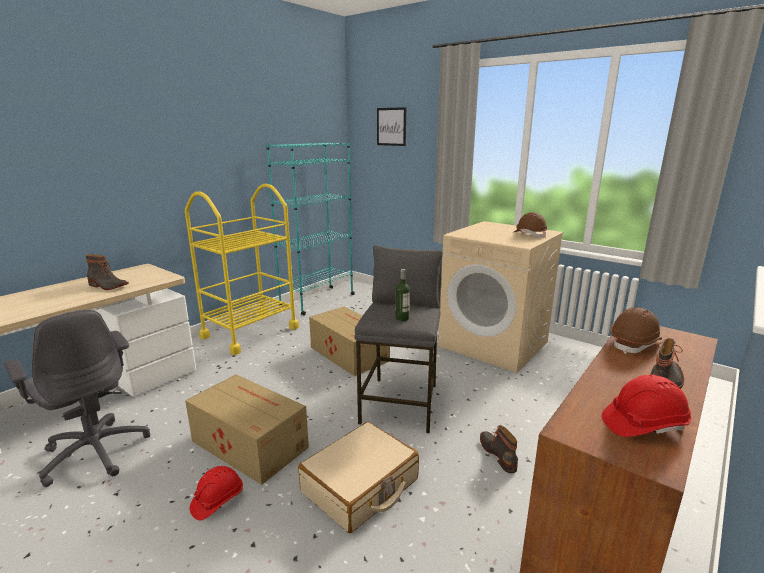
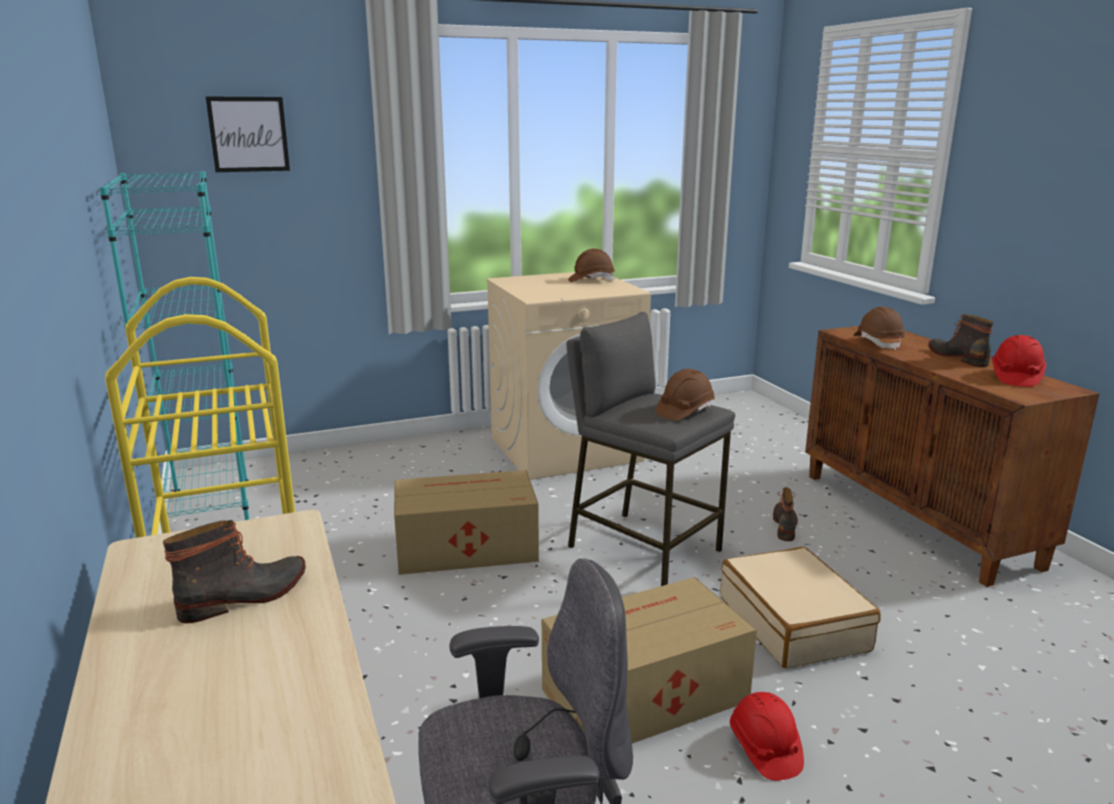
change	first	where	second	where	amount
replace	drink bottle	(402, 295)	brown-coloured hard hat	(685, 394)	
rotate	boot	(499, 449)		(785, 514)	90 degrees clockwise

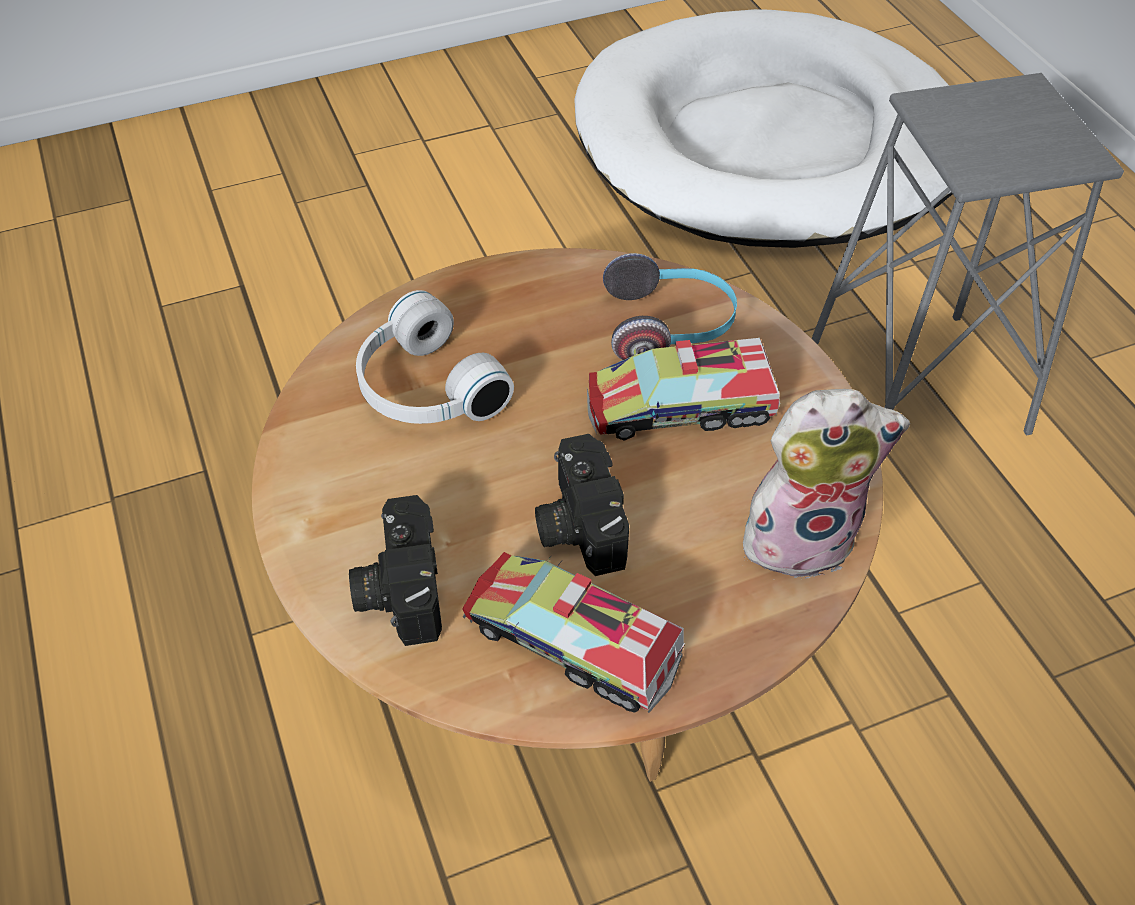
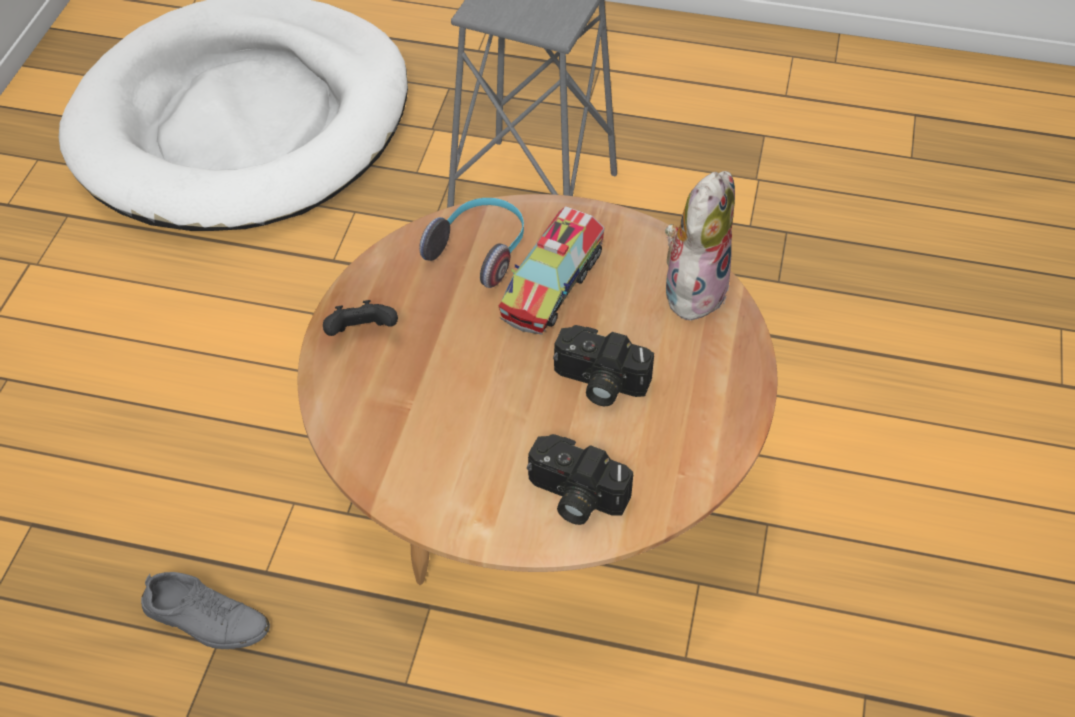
change	first	where	second	where	amount
delete	whitish pair of headphones	(435, 357)			
delete	toy lorry	(573, 632)			
insert			greyish low shoe	(205, 610)	
insert			blackish joypad	(360, 318)	

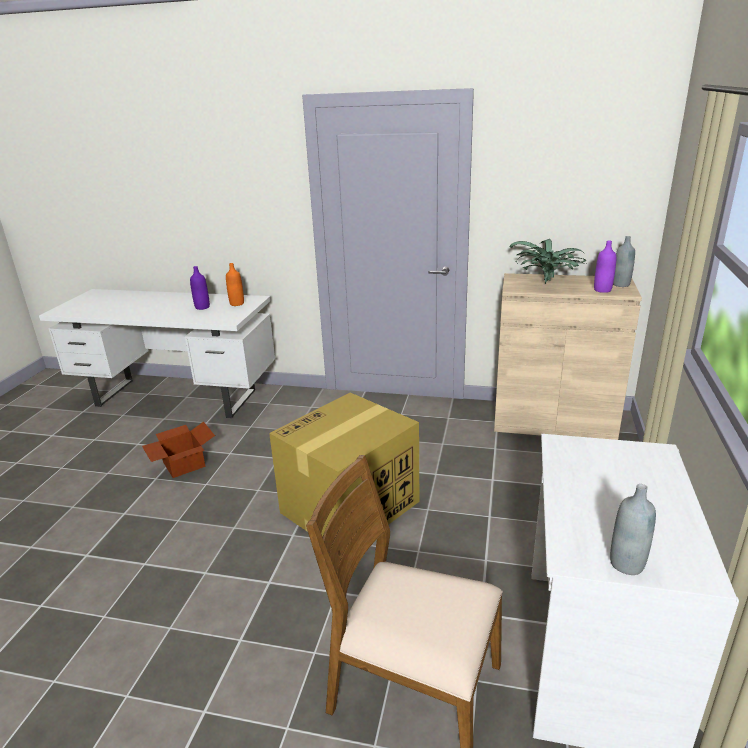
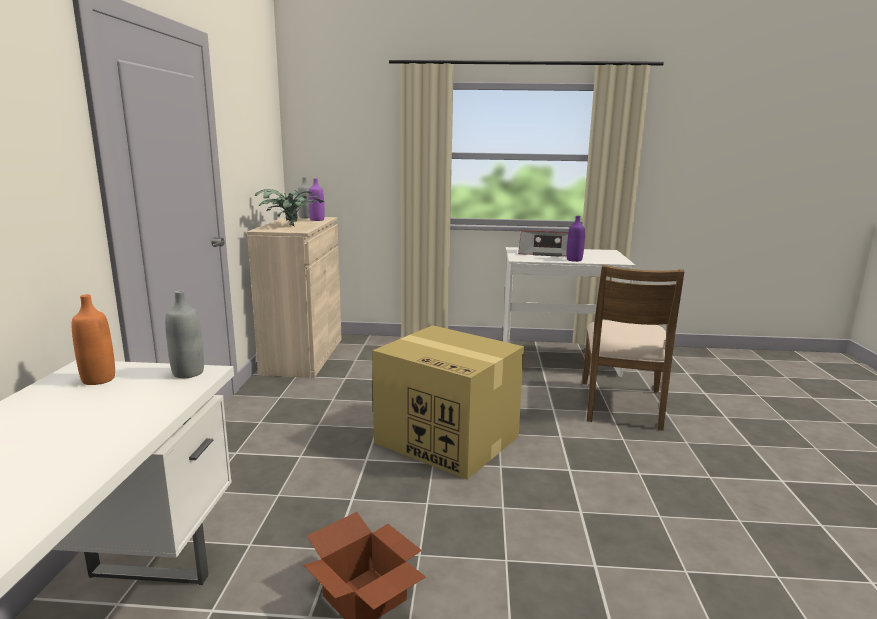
change	first	where	second	where	amount
insert			radio set	(543, 244)	
move	purple-coloured drink bottle	(200, 288)		(576, 239)	
move	greyish drink bottle	(633, 529)		(184, 334)	

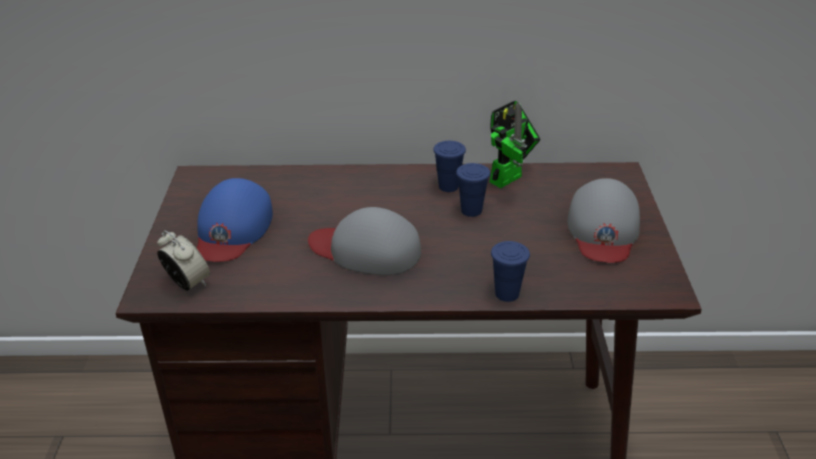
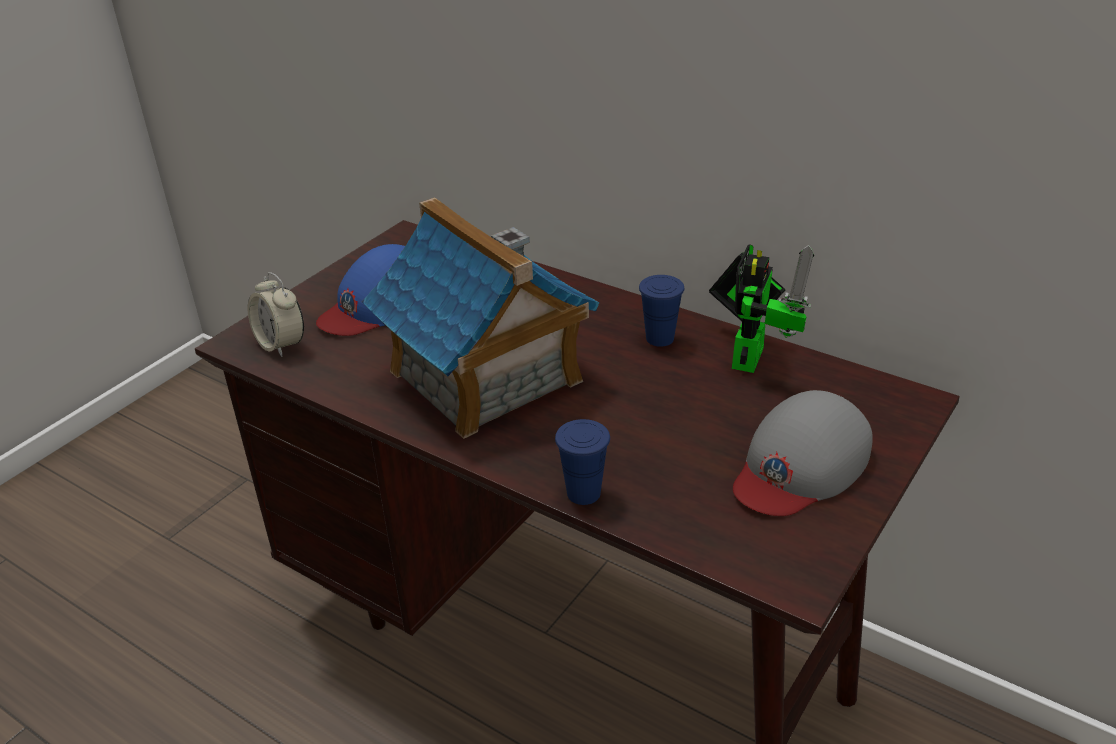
change	first	where	second	where	amount
delete	blue drinking cup	(473, 190)			
replace	greyish peaked cap	(364, 241)	miniature house	(480, 318)	
rotate	bedside clock	(183, 260)		(276, 314)	150 degrees clockwise
rotate	robot figure	(515, 144)		(761, 308)	60 degrees counterclockwise

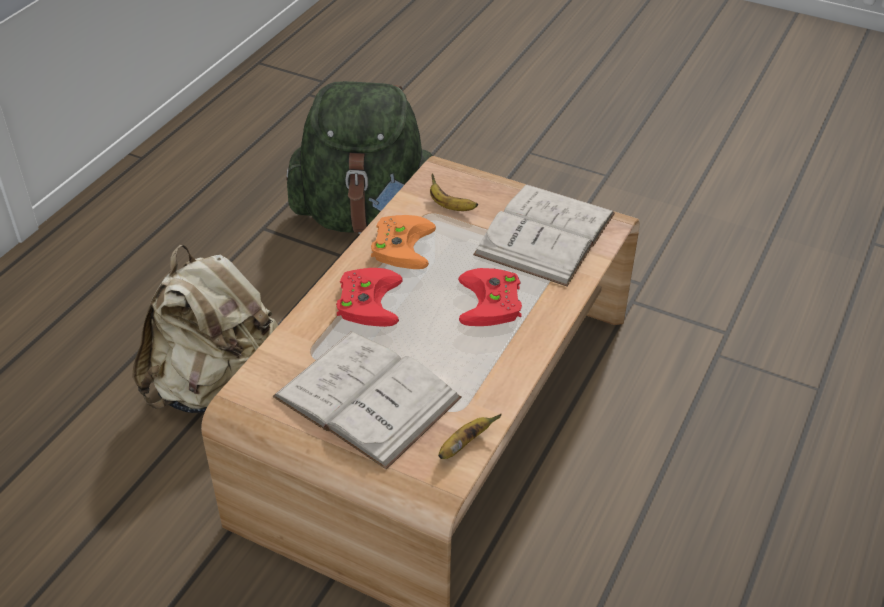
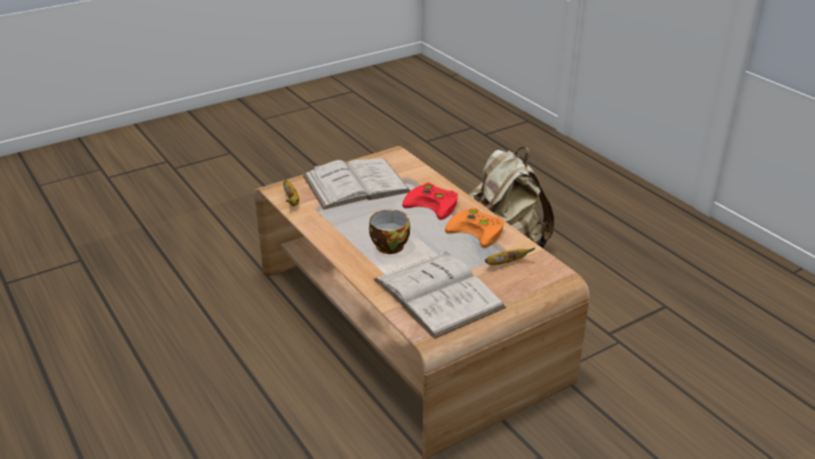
change	first	where	second	where	amount
delete	greenish backpack	(359, 157)			
replace	red-coloured joypad	(490, 297)	drinking cup	(389, 232)	

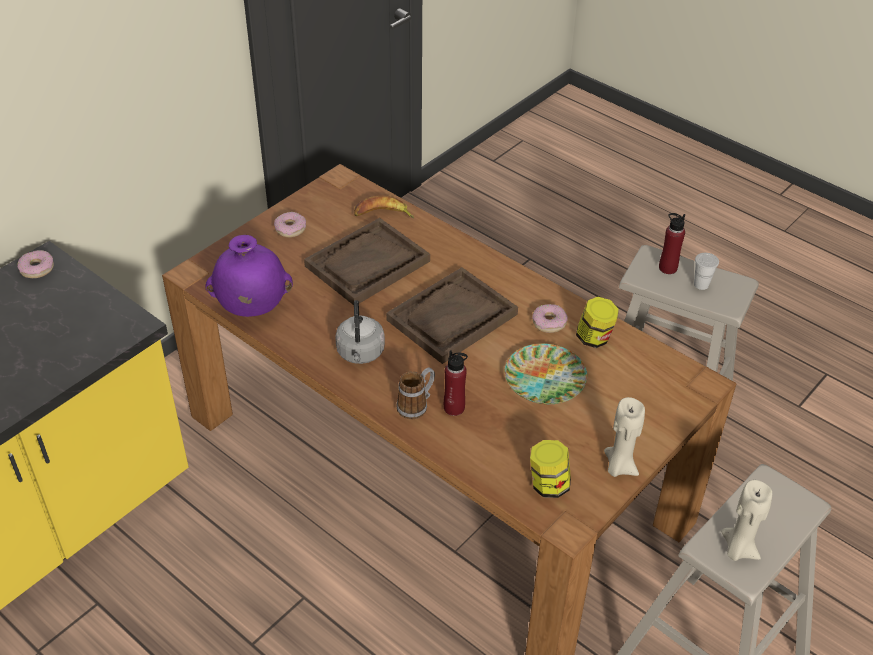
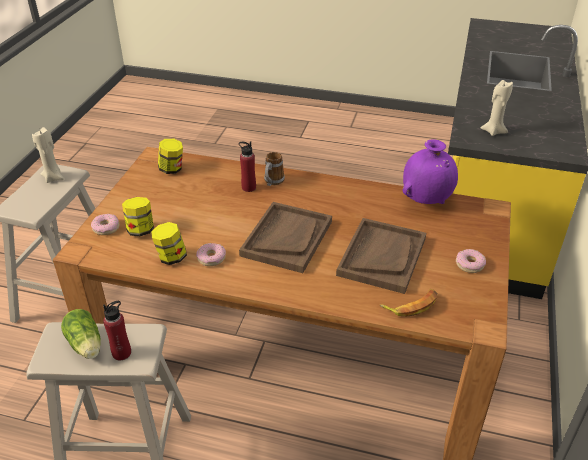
change	first	where	second	where	amount
delete	greyish kettle	(360, 332)			
delete	flat dish	(546, 374)			
insert			preserve jar	(138, 216)	
move	donut	(35, 264)		(105, 224)	
move	beige candle	(624, 437)		(497, 108)	
replace	whitish drinking cup	(706, 271)	lettuce head	(81, 334)	

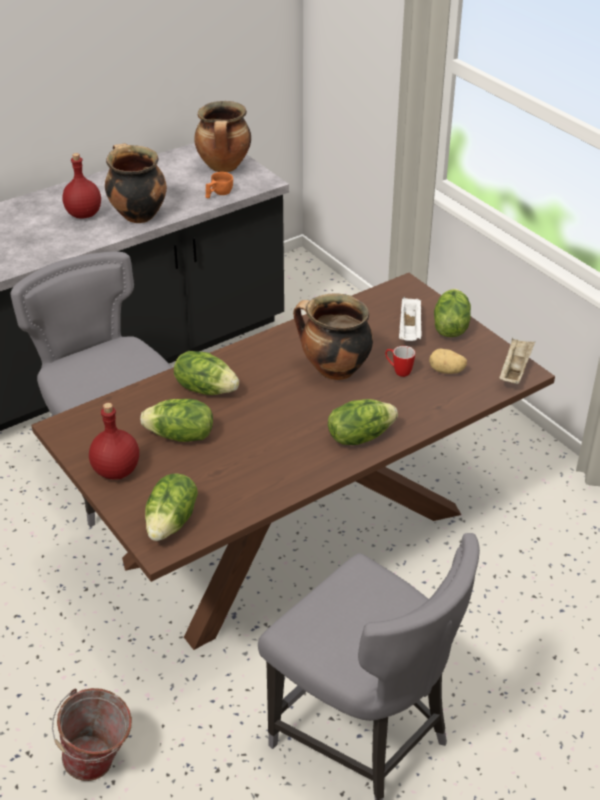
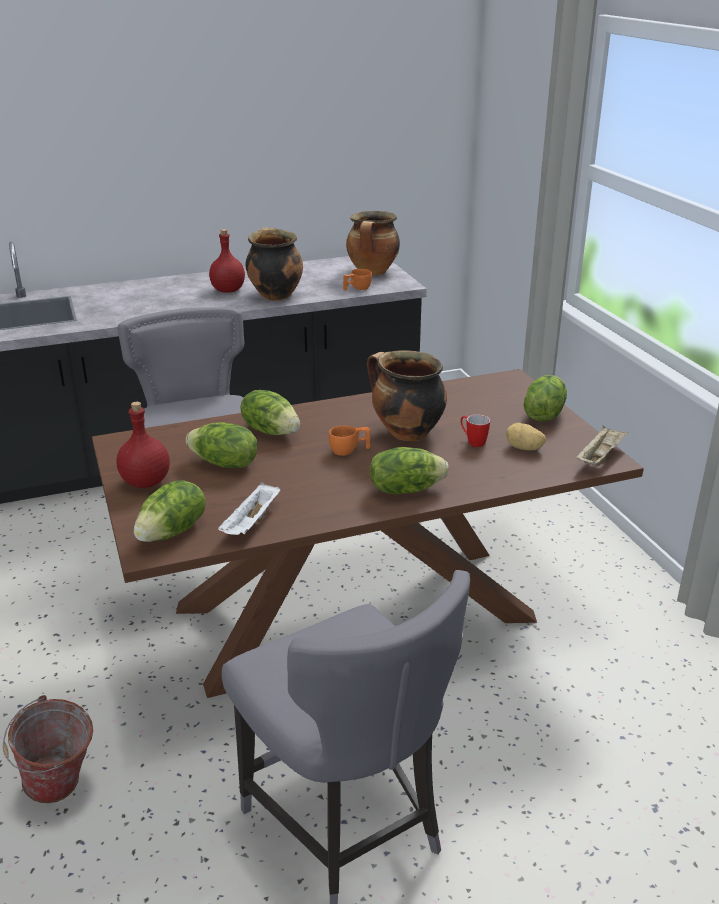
change	first	where	second	where	amount
insert			orange drinking cup	(349, 441)	
move	whitish tray	(410, 319)		(249, 508)	

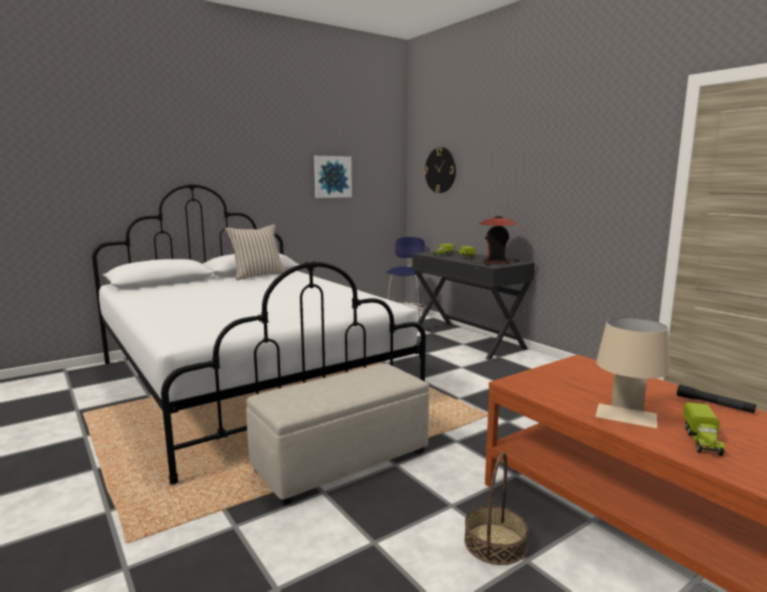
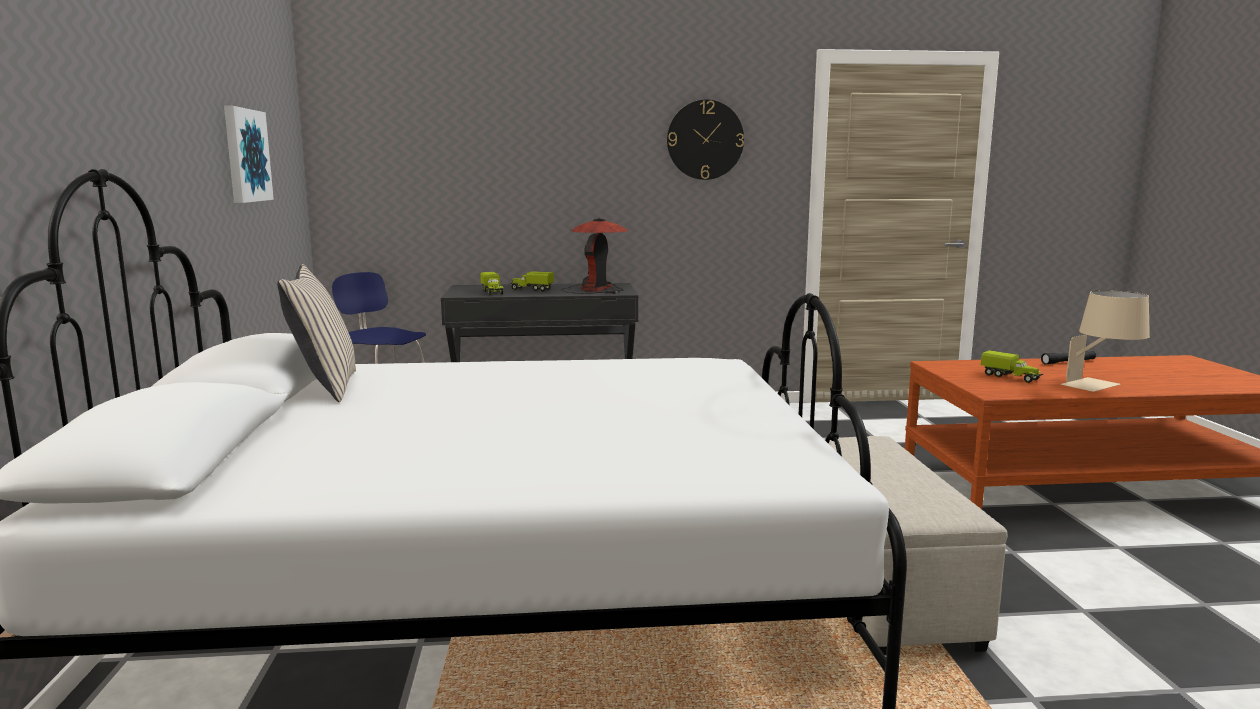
change	first	where	second	where	amount
delete	basket	(496, 508)			
move	hanging clock	(440, 170)		(705, 140)	
move	toy lorry	(704, 429)		(1012, 366)	

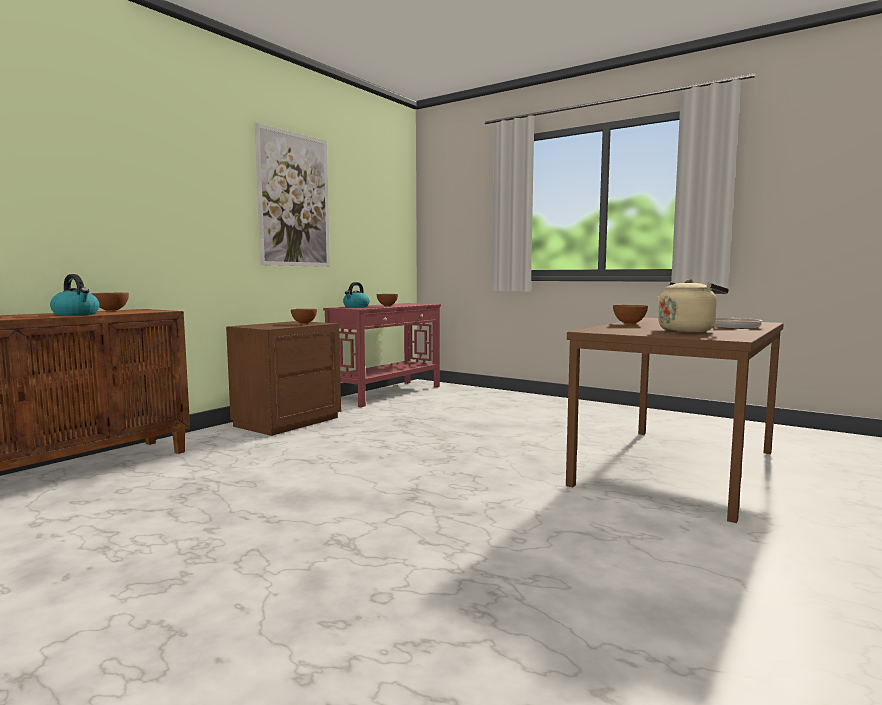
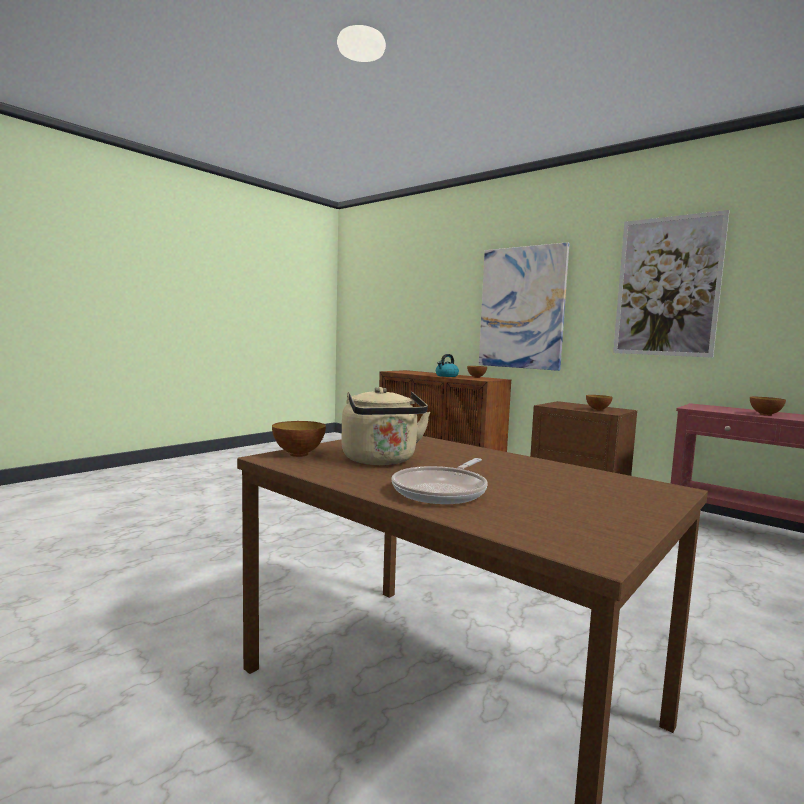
change	first	where	second	where	amount
delete	kettle	(356, 295)			
insert			wall picture	(524, 306)	
move	serving bowl	(630, 315)		(299, 439)	

